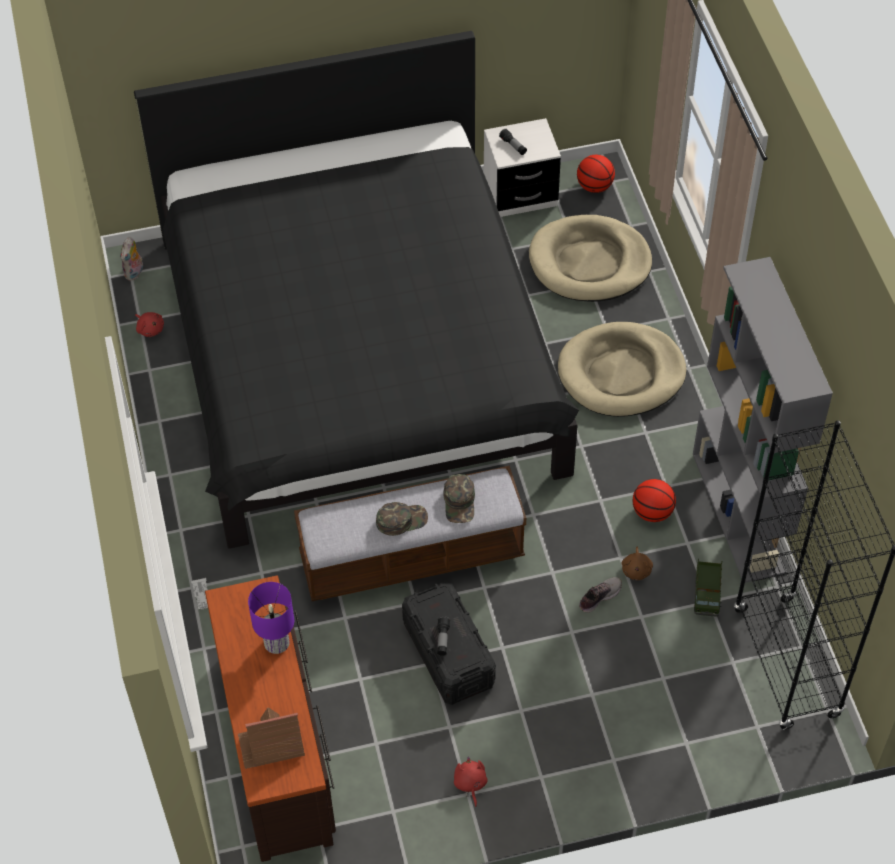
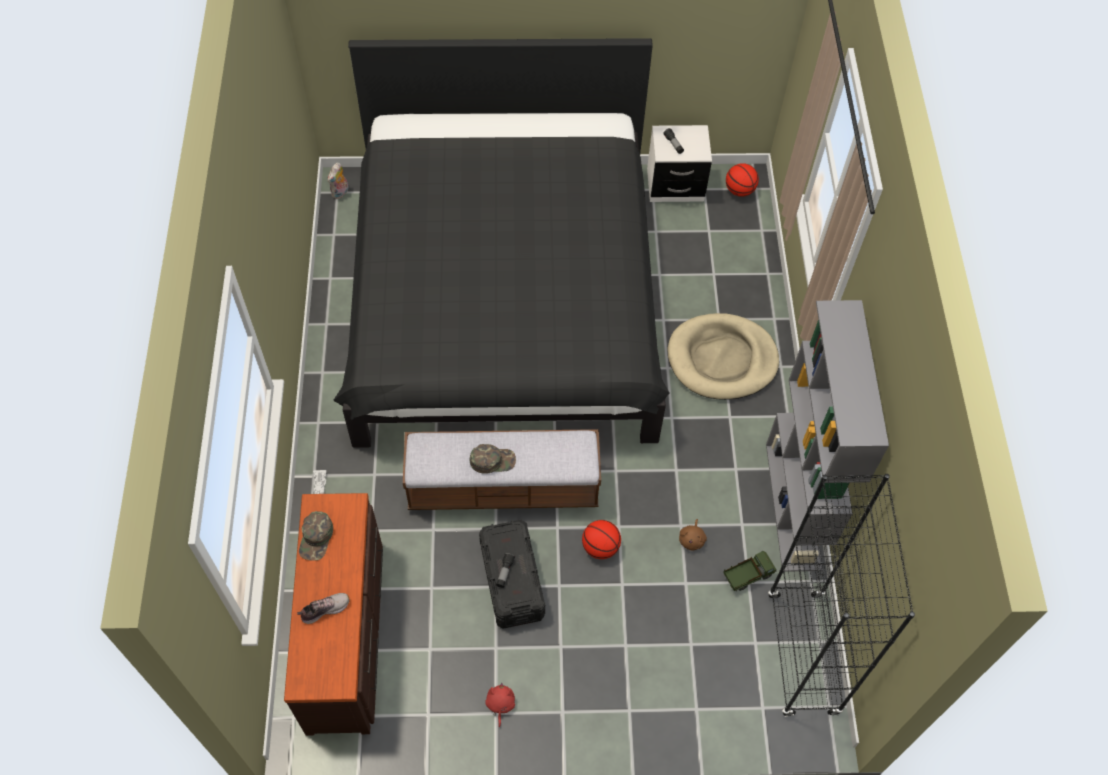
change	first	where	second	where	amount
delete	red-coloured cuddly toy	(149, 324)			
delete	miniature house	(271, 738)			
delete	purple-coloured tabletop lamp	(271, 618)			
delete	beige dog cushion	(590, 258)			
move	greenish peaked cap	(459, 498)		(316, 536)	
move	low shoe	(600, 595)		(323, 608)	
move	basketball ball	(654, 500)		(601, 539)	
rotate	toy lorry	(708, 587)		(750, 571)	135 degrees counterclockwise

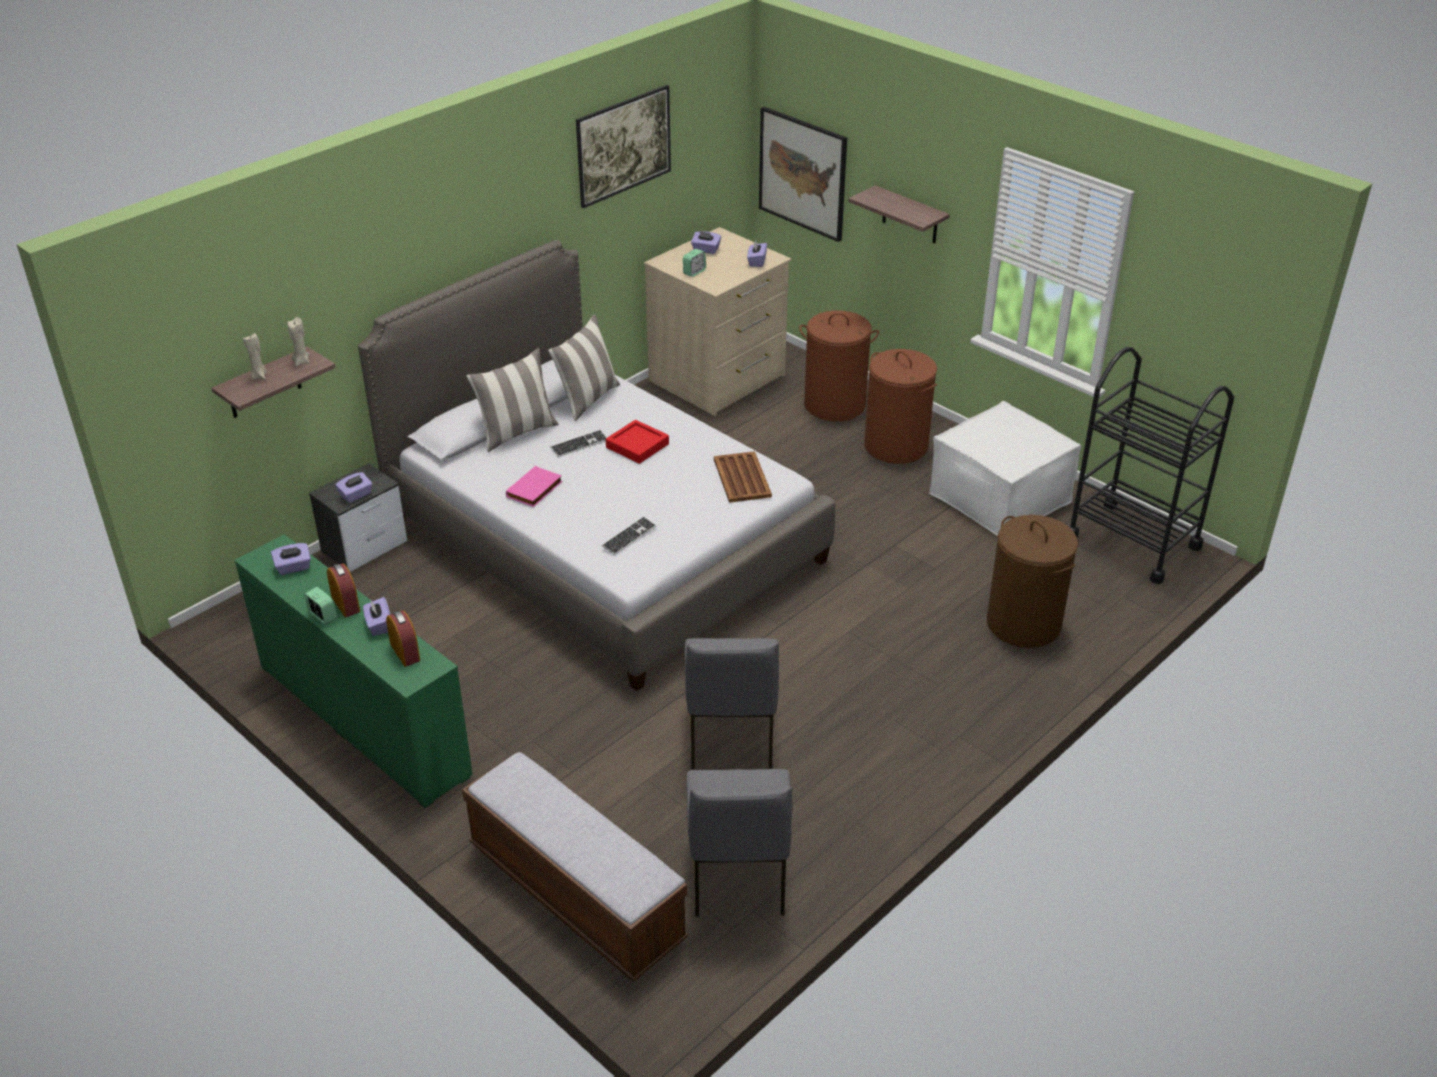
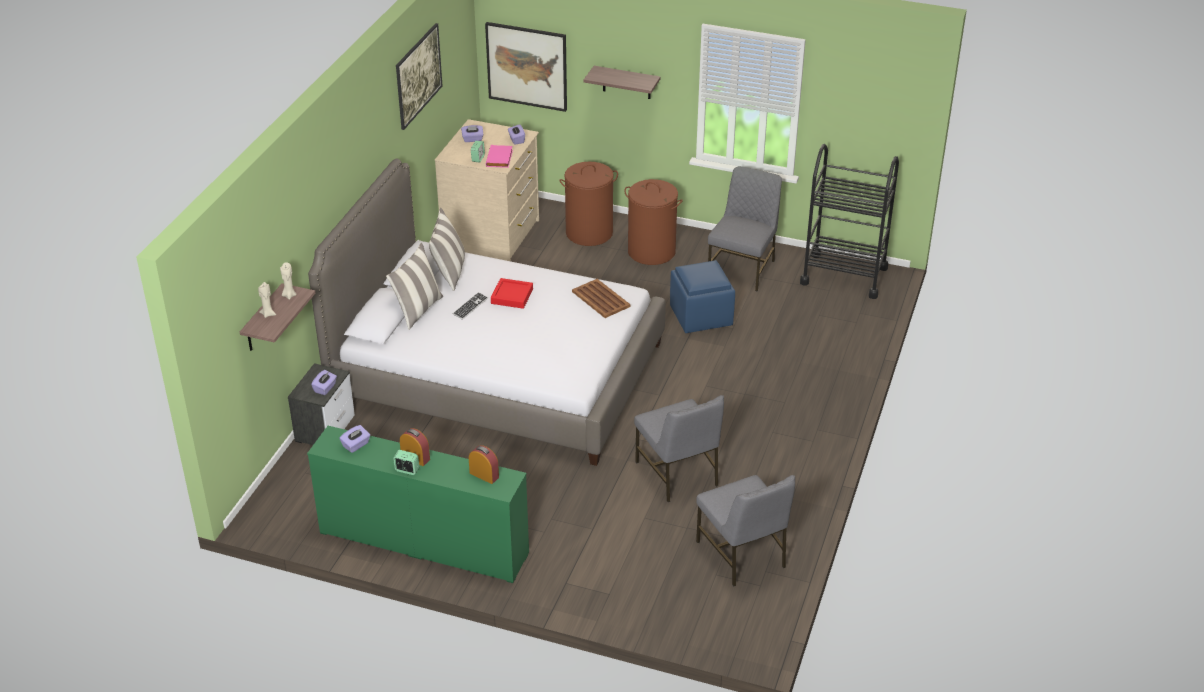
change	first	where	second	where	amount
delete	purple-coloured tissue box	(376, 616)			
delete	indoor bench	(575, 867)			
delete	keyboard	(629, 535)			
delete	brown-coloured washing basket	(1032, 581)			
insert			blue footrest	(702, 296)	
move	pink-coloured book	(534, 486)		(499, 156)	
replace	whitish footrest	(1005, 468)	greyish plain chair	(745, 228)	

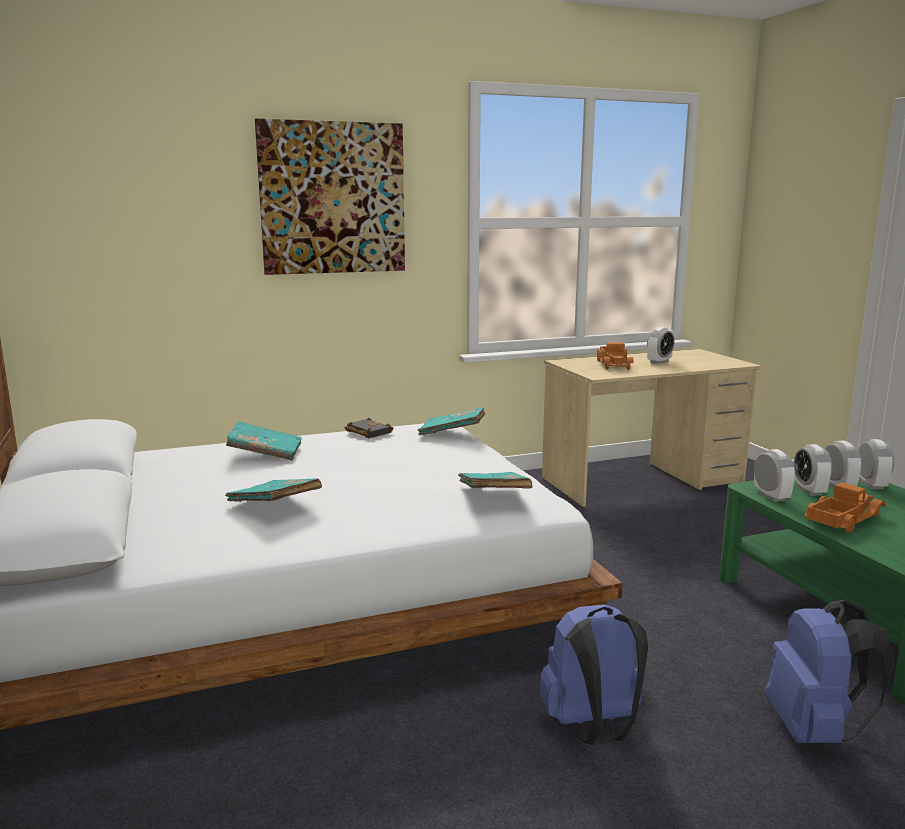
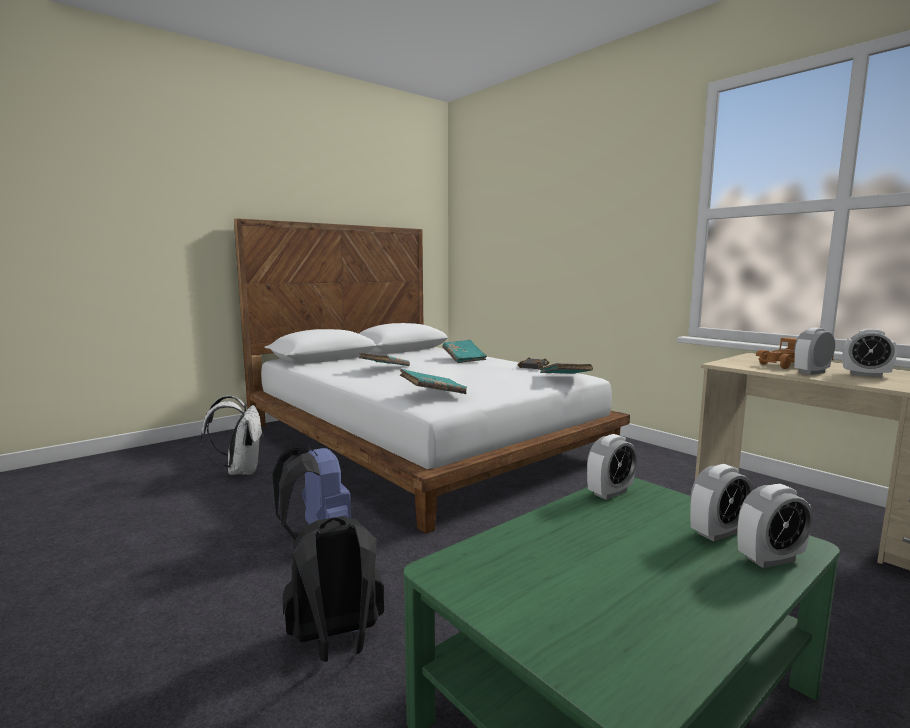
change	first	where	second	where	amount
delete	wall picture	(330, 196)			
delete	toy lorry	(844, 507)			
insert			whitish backpack	(231, 435)	
move	bedside clock	(813, 470)		(814, 351)	
recolor	blue backpack	(829, 671)	blackish backpack	(333, 589)	

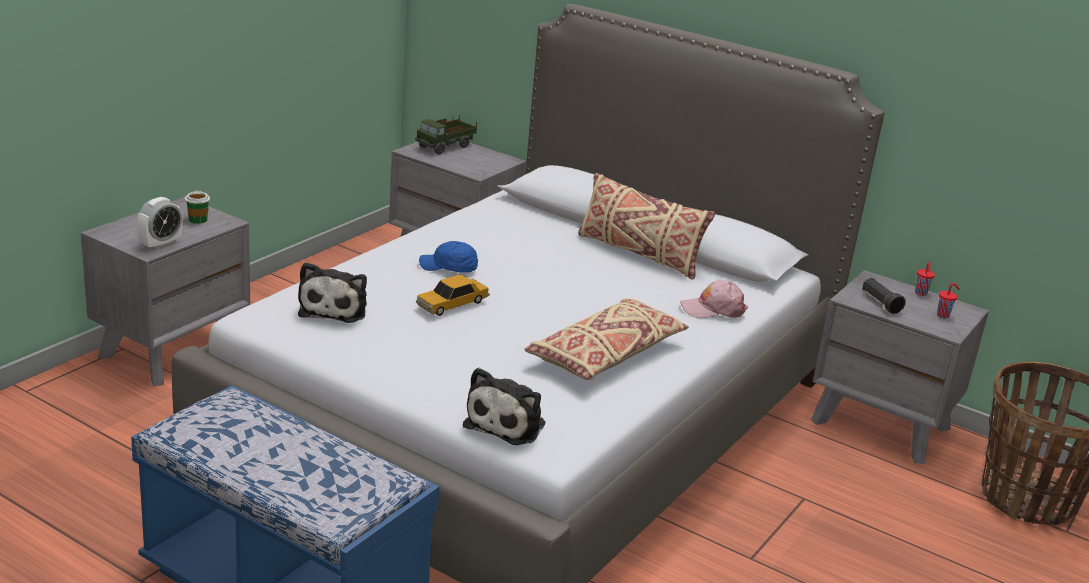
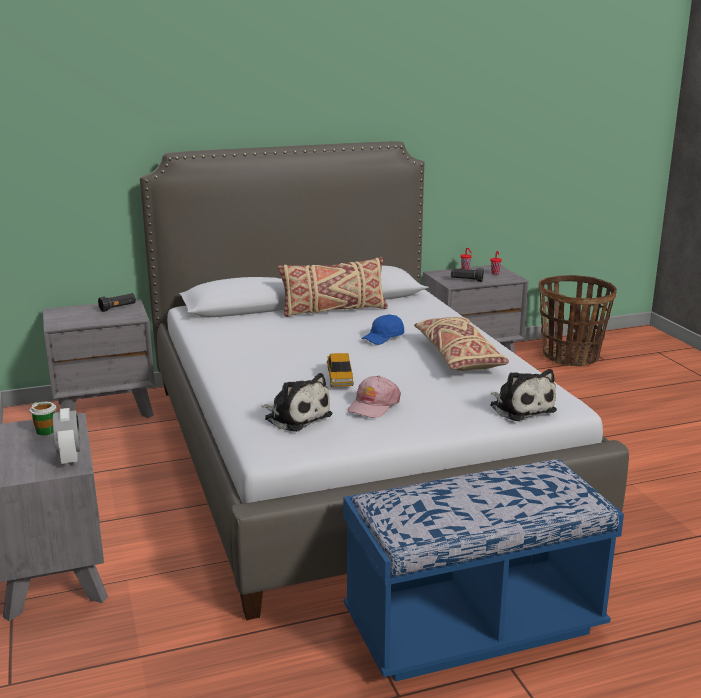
change	first	where	second	where	amount
delete	toy lorry	(446, 135)			
insert			blackish hand torch	(117, 302)	
move	blue peaked cap	(448, 256)		(383, 329)	
move	pink-coloured peaked cap	(714, 299)		(374, 397)	

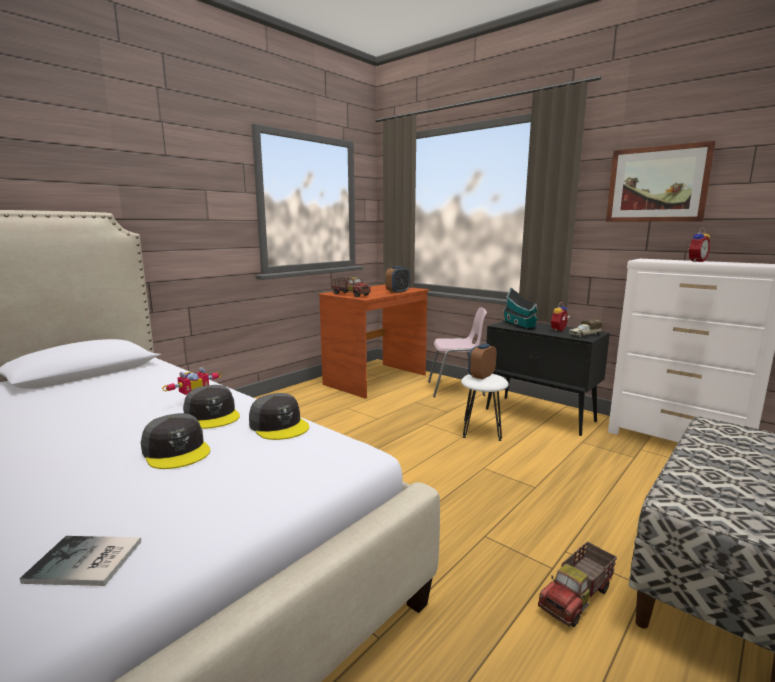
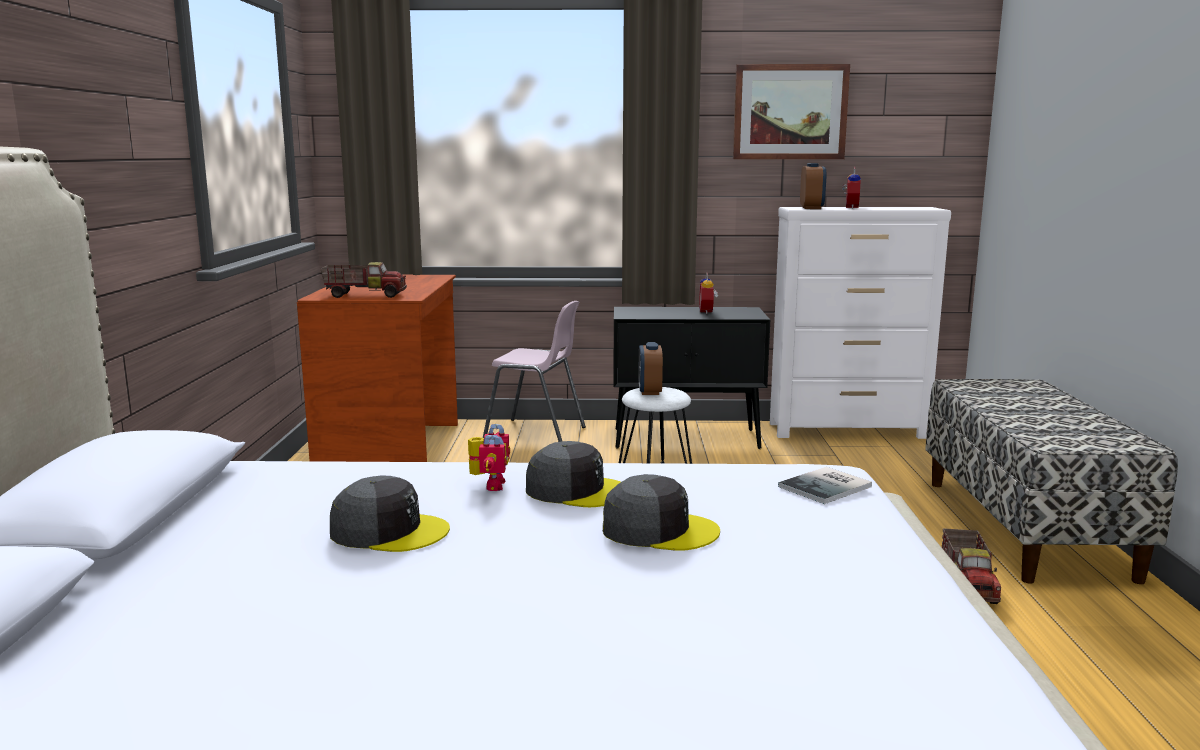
change	first	where	second	where	amount
delete	miniature house	(521, 308)			
delete	toy lorry	(585, 328)			
move	book	(80, 561)		(825, 485)	
move	greyish peaked cap	(279, 416)		(390, 513)	
move	bedside clock	(397, 279)		(813, 186)	
rotate	pink-coloured plain chair	(457, 352)		(534, 371)	60 degrees clockwise

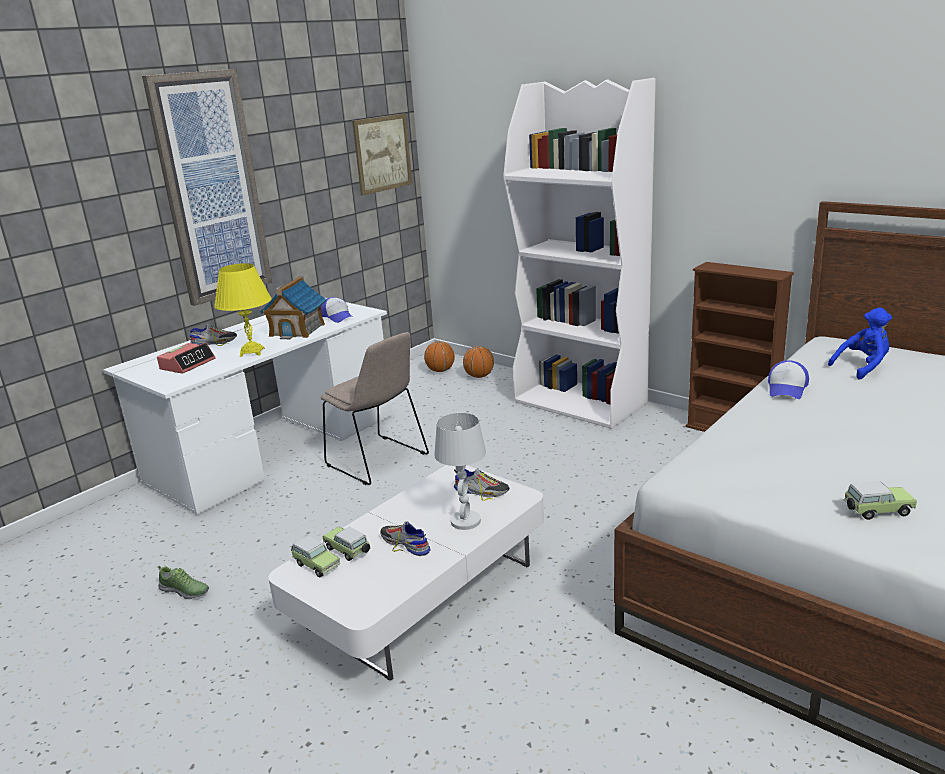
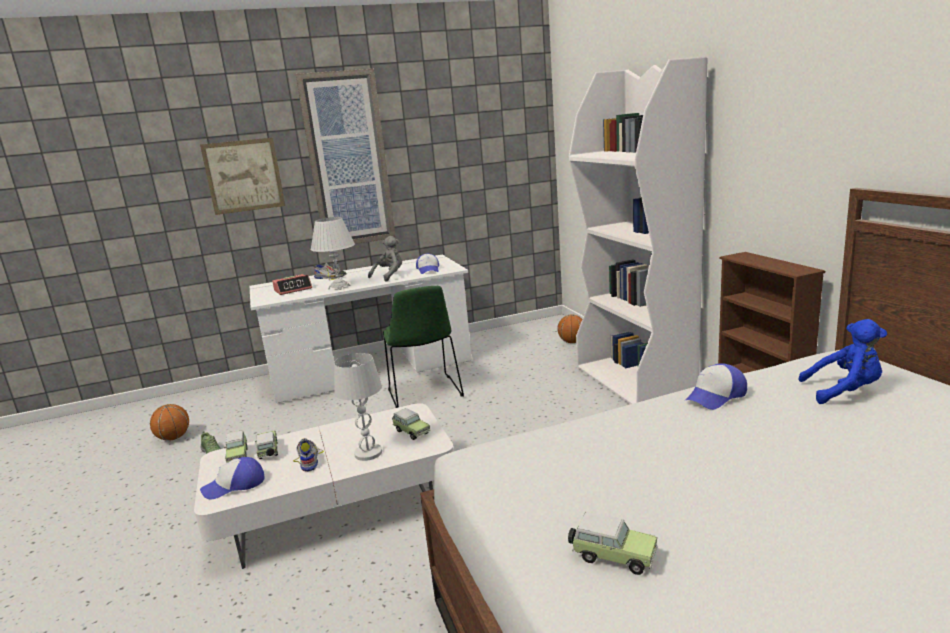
change	first	where	second	where	amount
insert			peaked cap	(232, 478)	
move	wall picture	(382, 154)		(242, 176)	
move	basketball ball	(439, 356)		(169, 422)	
replace	miniature house	(293, 308)	greyish cuddly toy	(385, 259)	
replace	low shoe	(481, 484)	miniature car	(411, 424)	
recolor	yellowish tabletop lamp	(243, 310)	whitish tabletop lamp	(333, 253)	
recolor	beige plain chair	(375, 408)	greenish plain chair	(423, 347)	

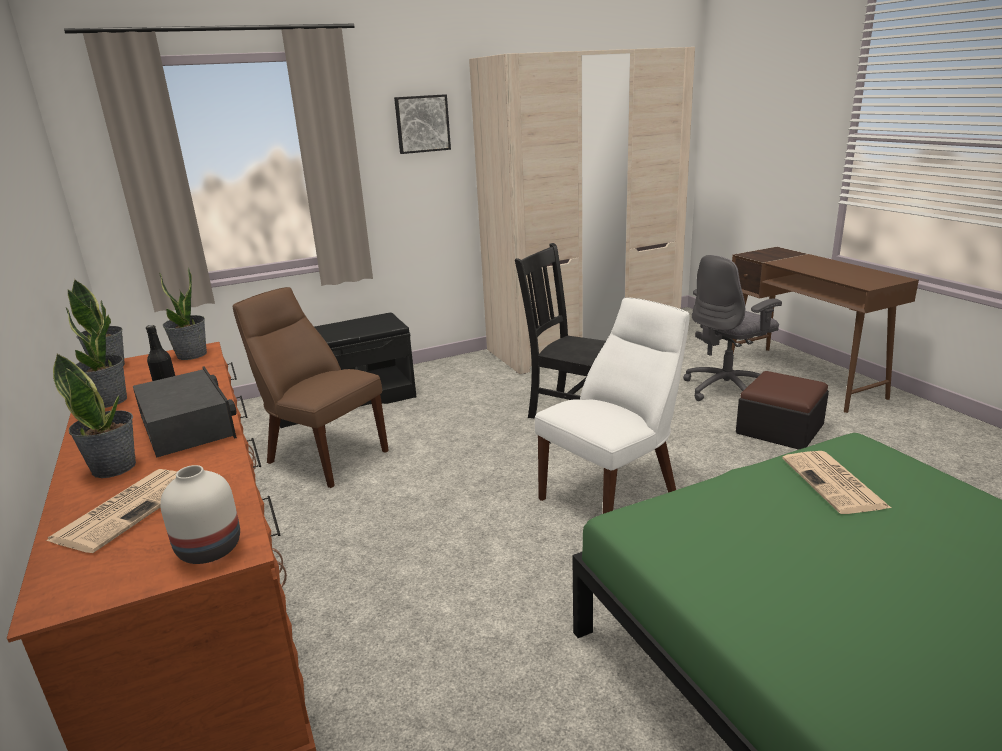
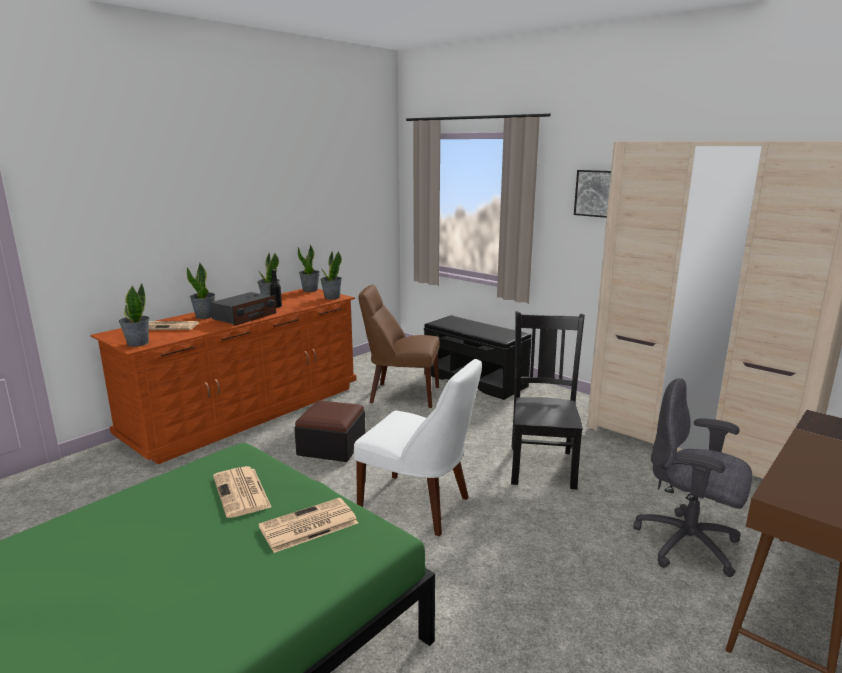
change	first	where	second	where	amount
insert			printed paper	(242, 492)	
move	footrest	(782, 410)		(330, 431)	
replace	whitish decorative vase	(200, 514)	plant in a pot	(134, 315)	
rotate	brown-coloured plain chair	(311, 387)		(399, 346)	90 degrees counterclockwise

